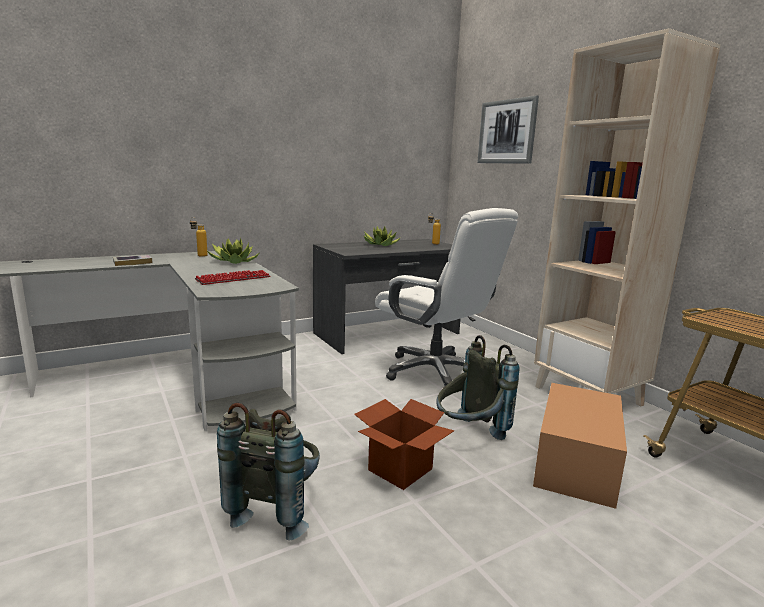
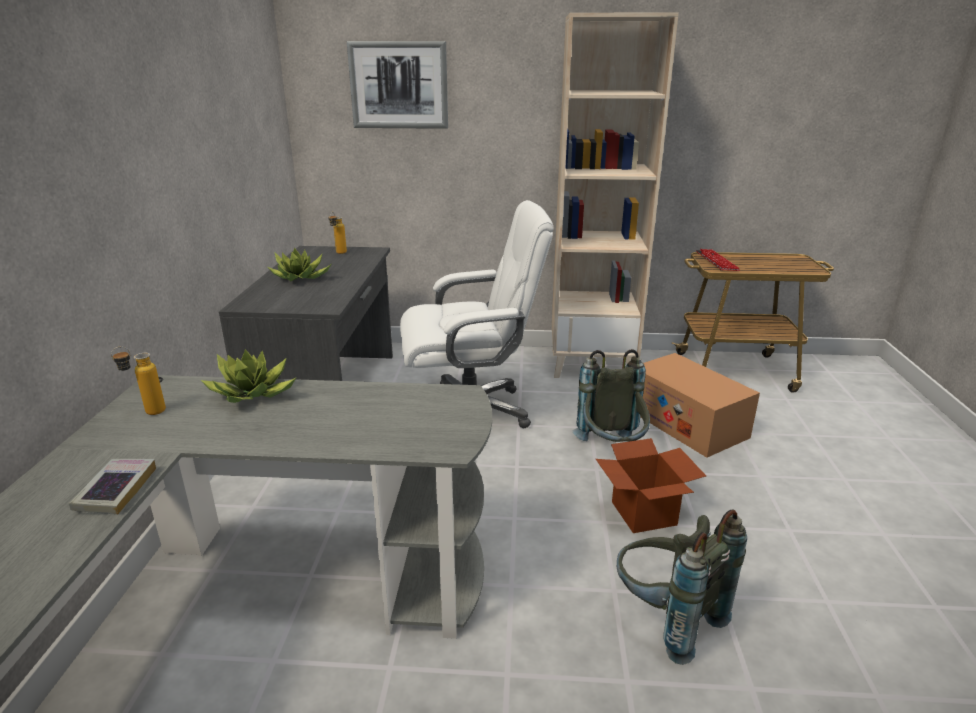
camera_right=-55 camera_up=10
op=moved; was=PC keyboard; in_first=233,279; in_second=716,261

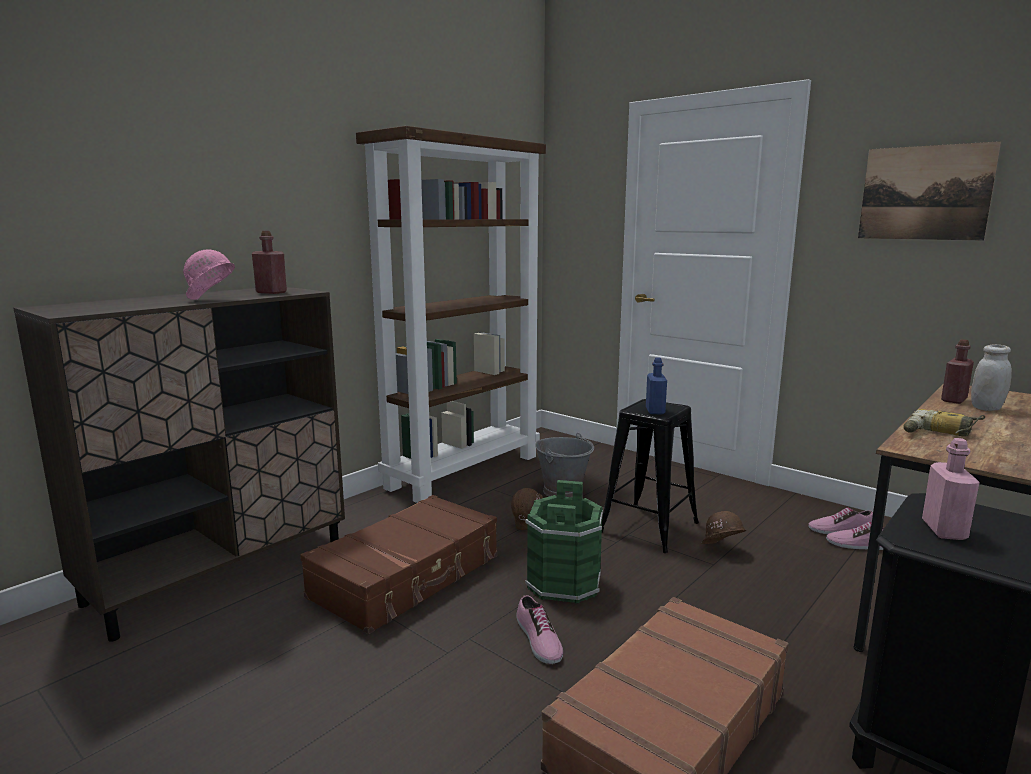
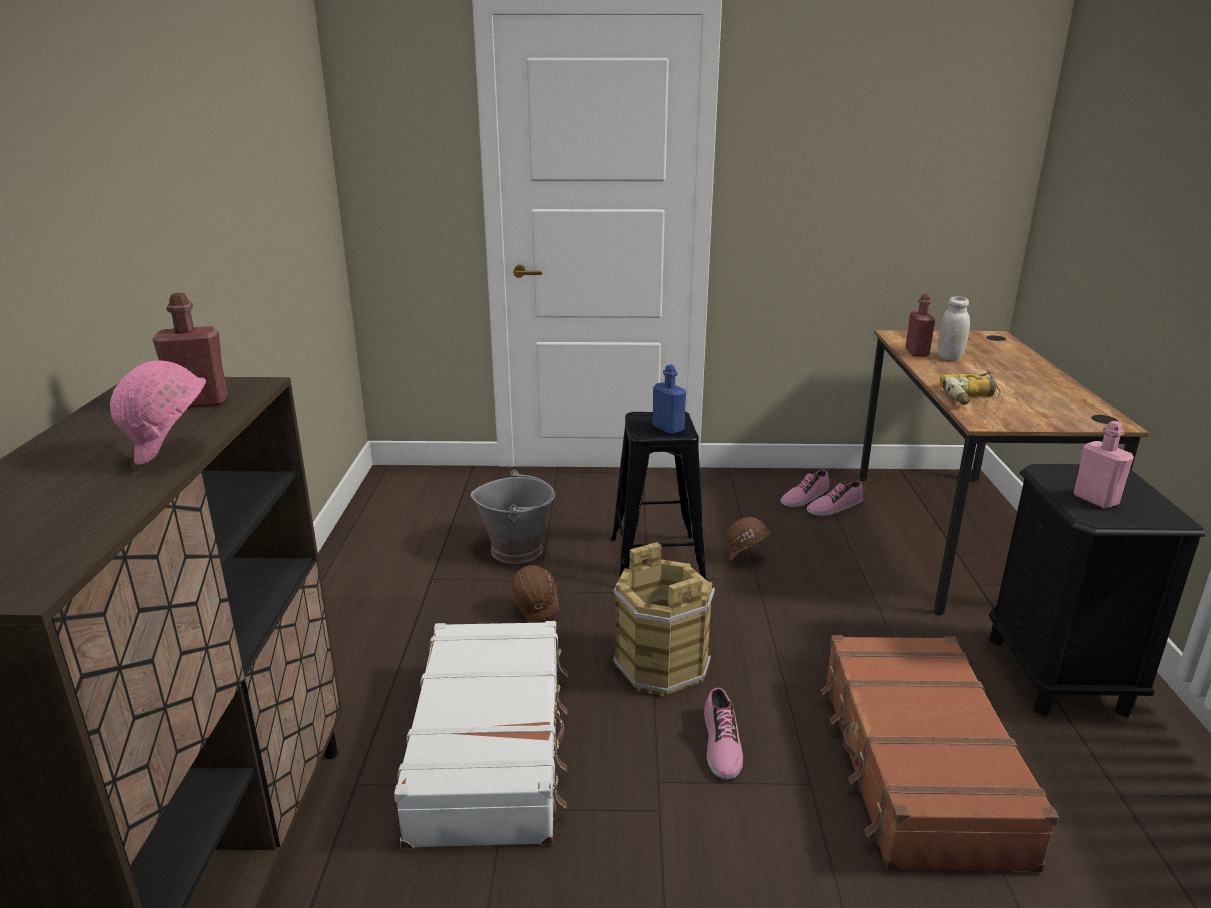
camera_right=-40 camera_up=10
op=removed; was=bookshelf (brownish); in_first=464,471
op=removed; was=wall picture; in_first=924,193
op=recoloured; was=piece of luggage (brownish); now=piece of luggage (whitish); in_first=407,577; in_second=491,747
op=recoloured; was=bucket (greenish); now=bucket (brownish); in_first=564,583; in_second=662,665
op=turned; was=item of footwear; in_first=537,640; in_second=720,743; clockwise=60

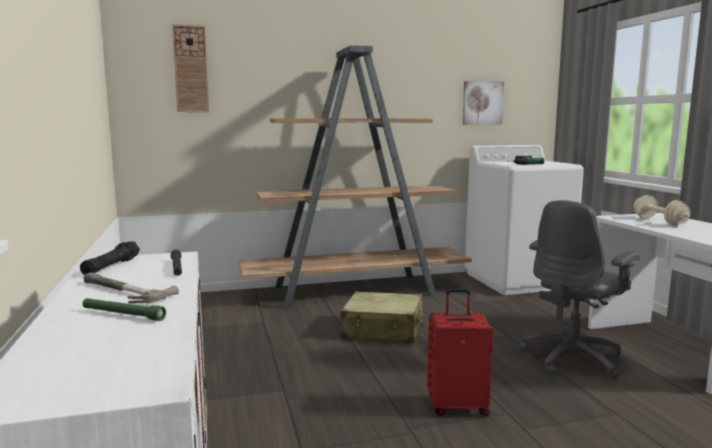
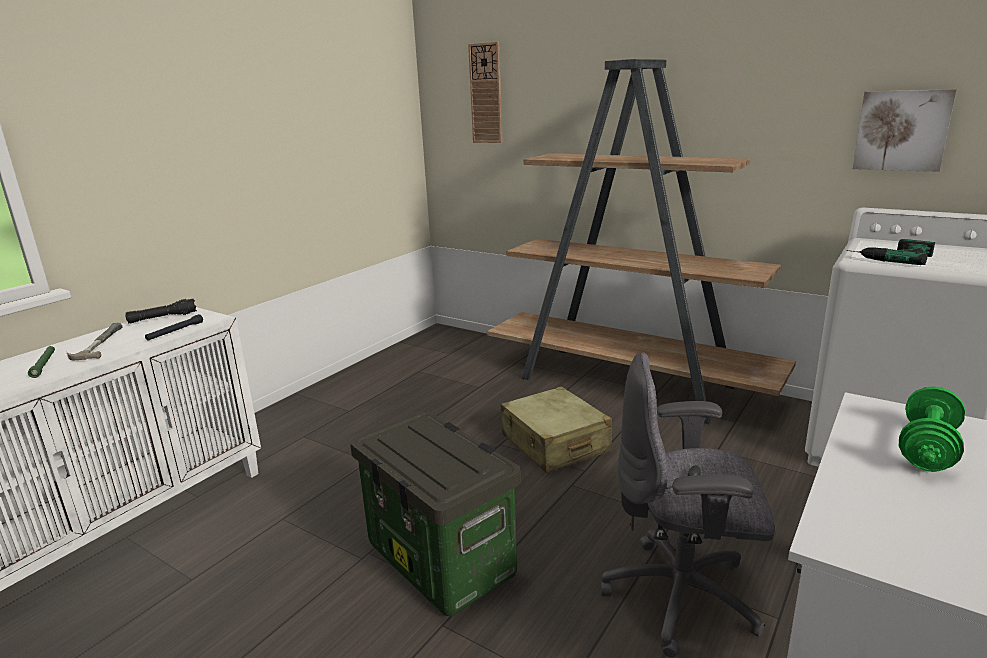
camera_right=50 camera_up=10
op=replaced; was=piece of luggage (red-coloured); now=storage bin; in_first=457,406; in_second=443,561
op=recoloured; was=hand weight (beige-coloured); now=hand weight (greenish); in_first=659,221; in_second=927,449

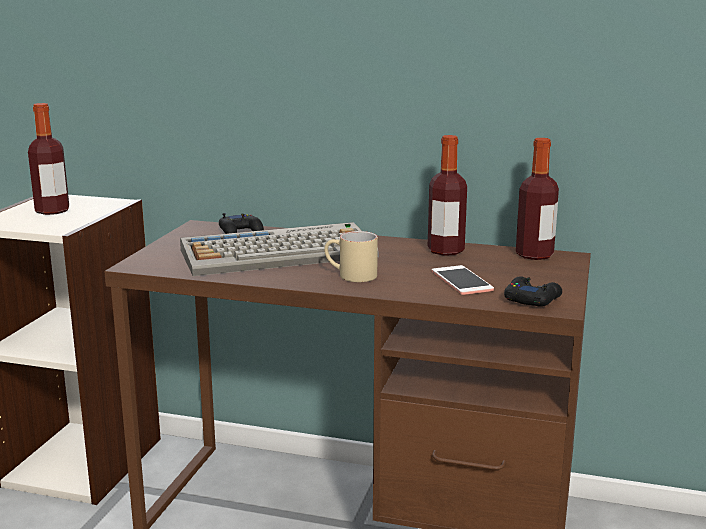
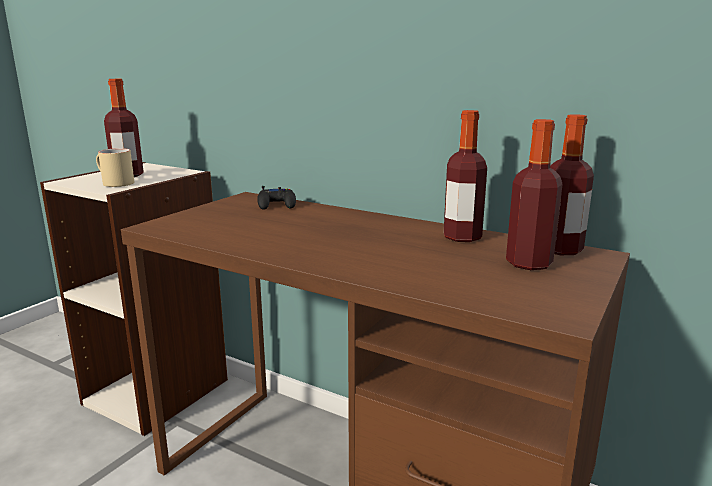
camera_right=15 camera_up=0
op=removed; was=PC keyboard; in_first=280,253
op=removed; was=phone; in_first=461,281
op=removed; was=gamepad (black); in_first=531,299
op=added; now=beverage bottle; in_second=529,263
op=moved; was=mug (beige-coloured); in_first=350,276; in_second=113,183

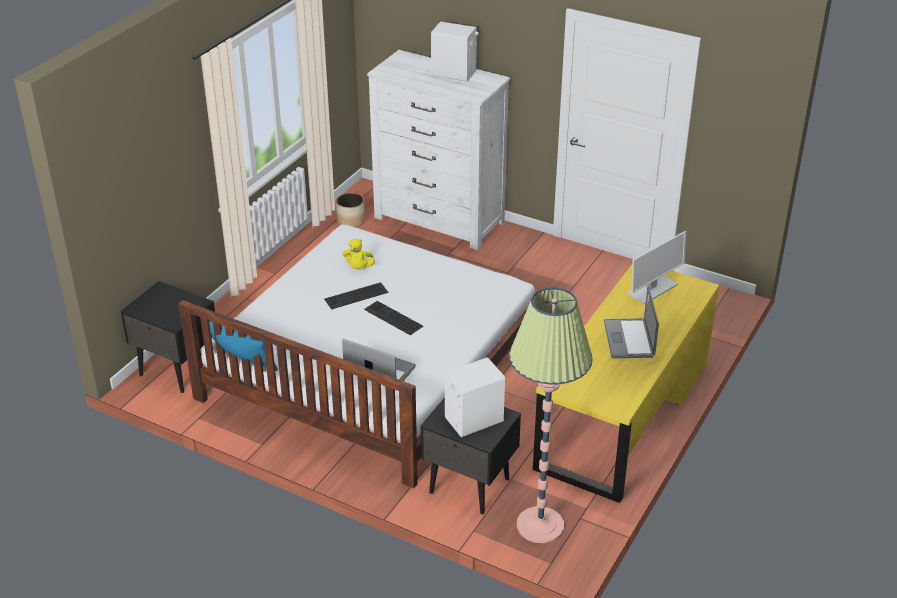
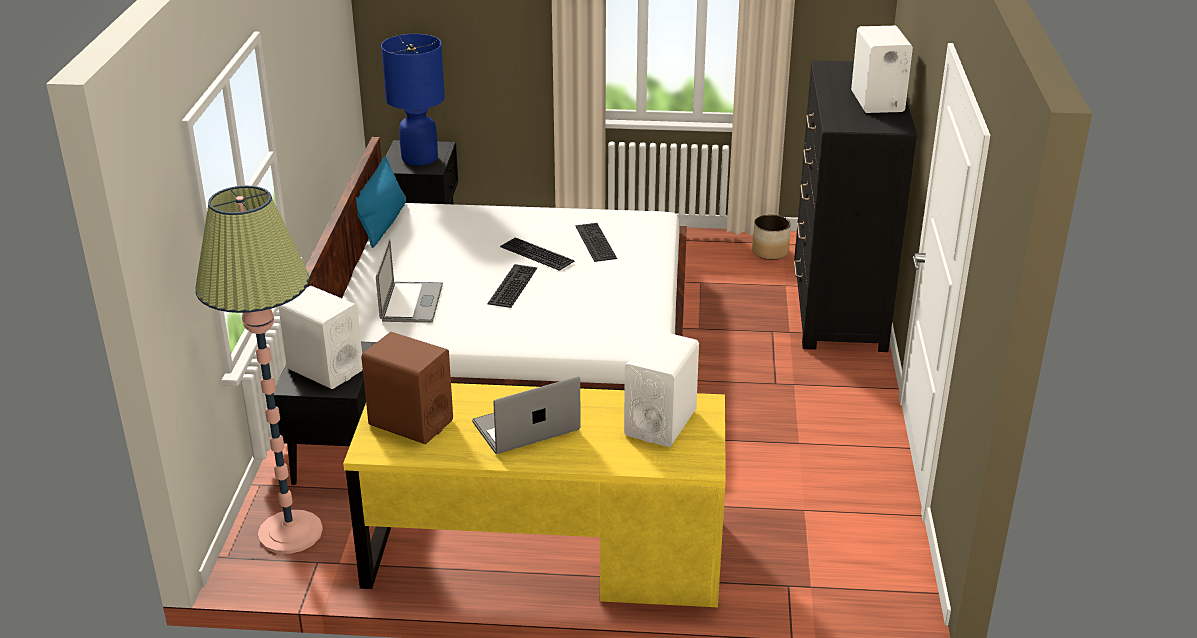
camera_right=65 camera_up=-5
op=added; now=audio speaker (brownish); in_second=410,422
op=added; now=lamp for a table (blue); in_second=420,158
op=replaced; was=plush toy (yellow); now=PC keyboard; in_first=358,267; in_second=594,242
op=replaced; was=computer display; now=audio speaker (whitish); in_first=652,289; in_second=660,422
op=recoloured; was=dresser (whitish); now=dresser (black); in_first=439,220; in_second=838,306

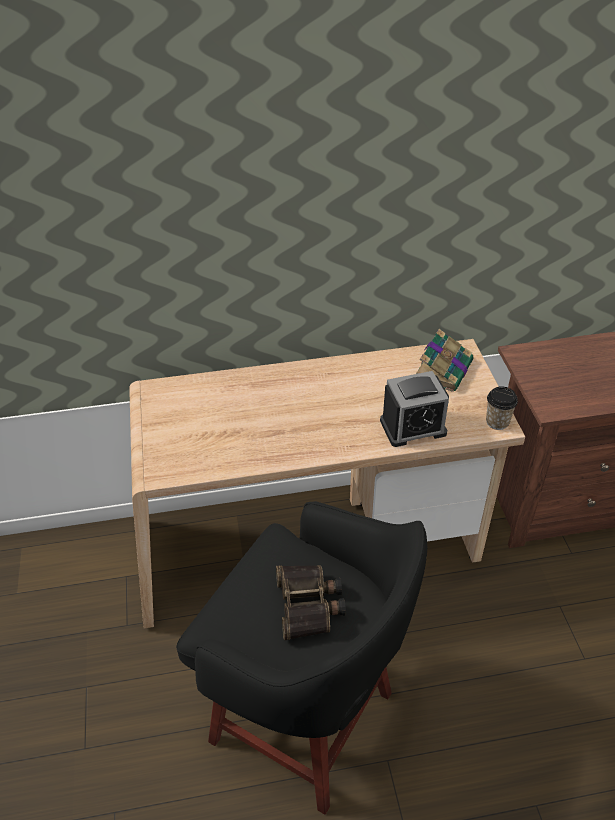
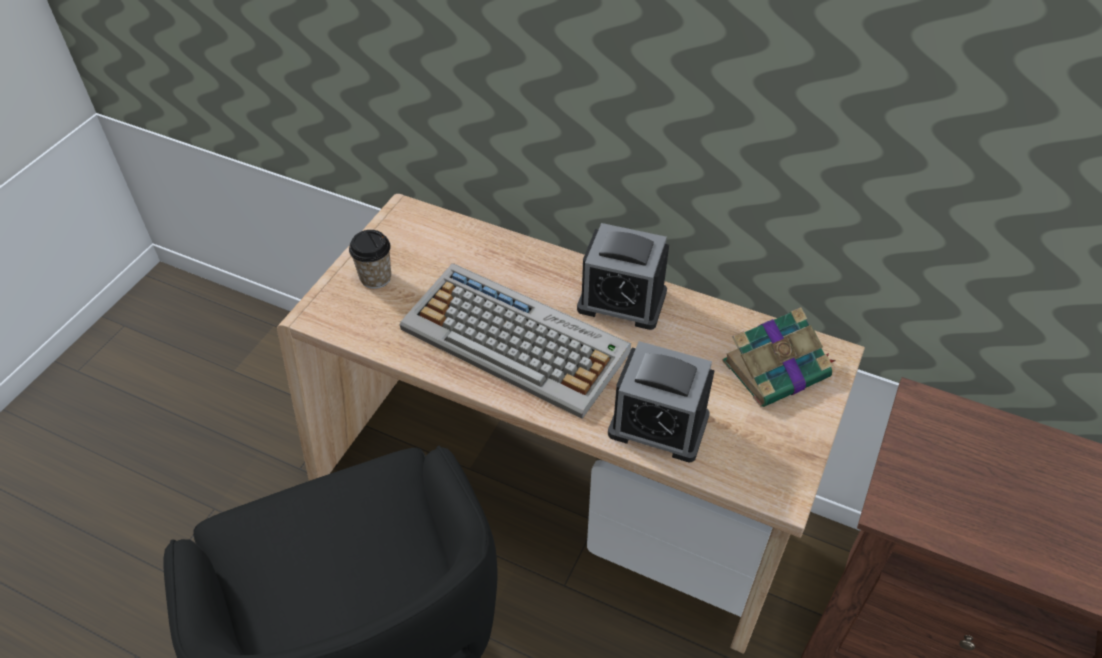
camera_right=35 camera_up=5
op=removed; was=binoculars; in_first=309,605
op=added; now=PC keyboard; in_second=517,340
op=added; now=bedside clock; in_second=622,301
op=moved; was=cup; in_first=497,422; in_second=375,278

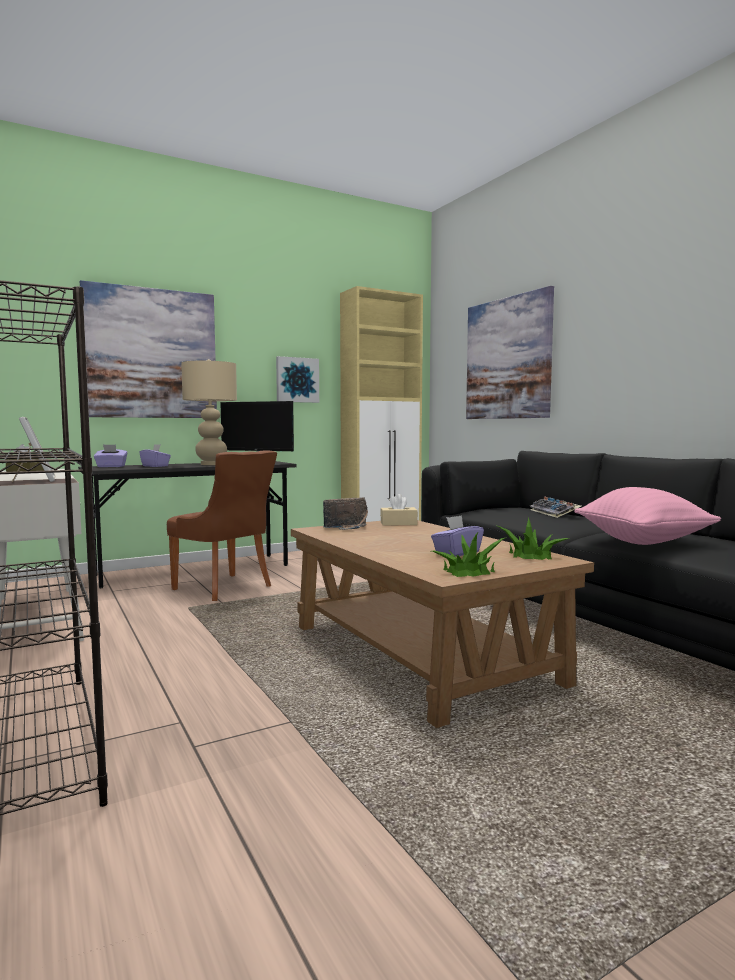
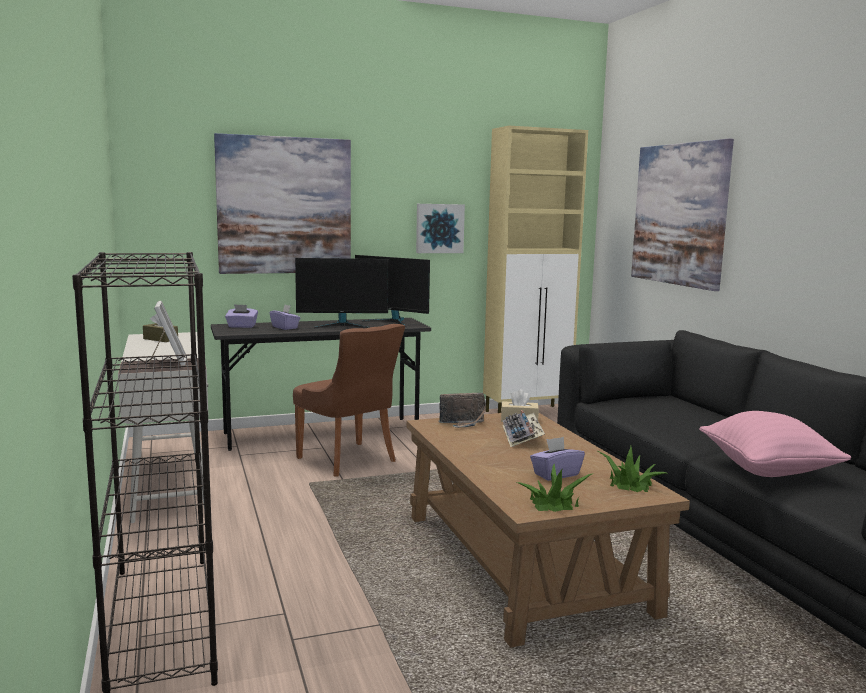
camera_right=10 camera_up=5
op=moved; was=PC keyboard; in_first=555,513; in_second=522,436
op=replaced; was=lamp for a table (beige-coloured); now=computer display; in_first=212,464; in_second=342,325

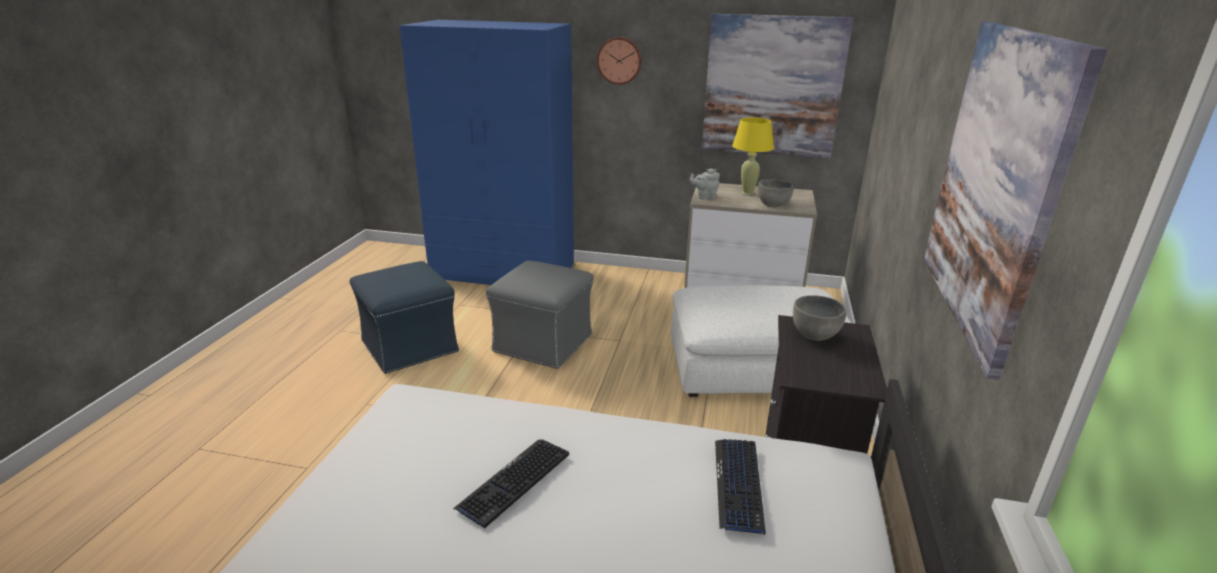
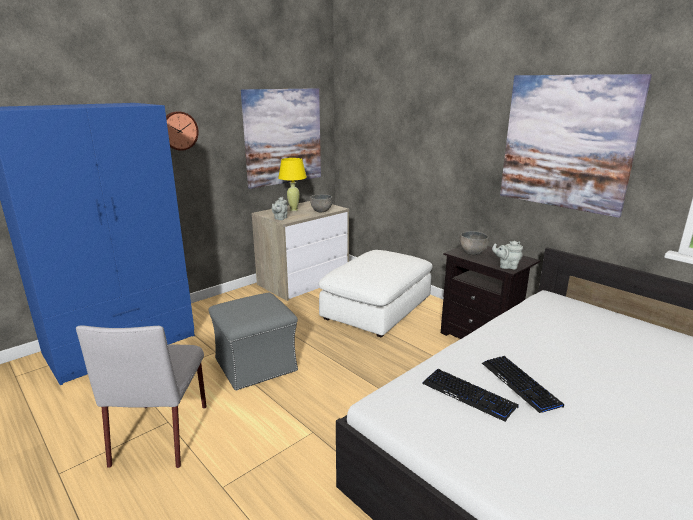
camera_right=-55 camera_up=-5
op=added; now=teapot (grey); in_second=506,266
op=moved; was=PC keyboard; in_first=739,485; in_second=468,395
op=replaced; was=pouffe (blue); now=plain chair (grey); in_first=409,346; in_second=161,433

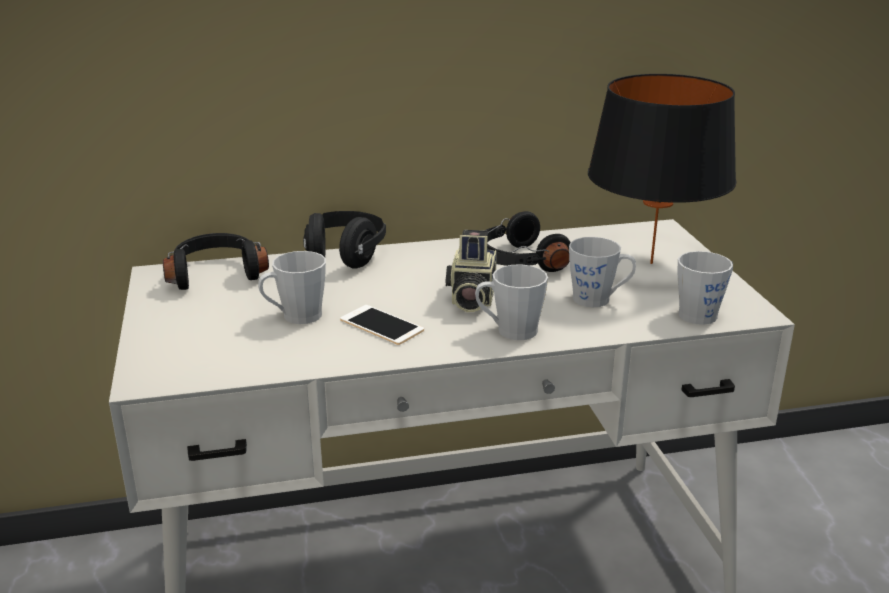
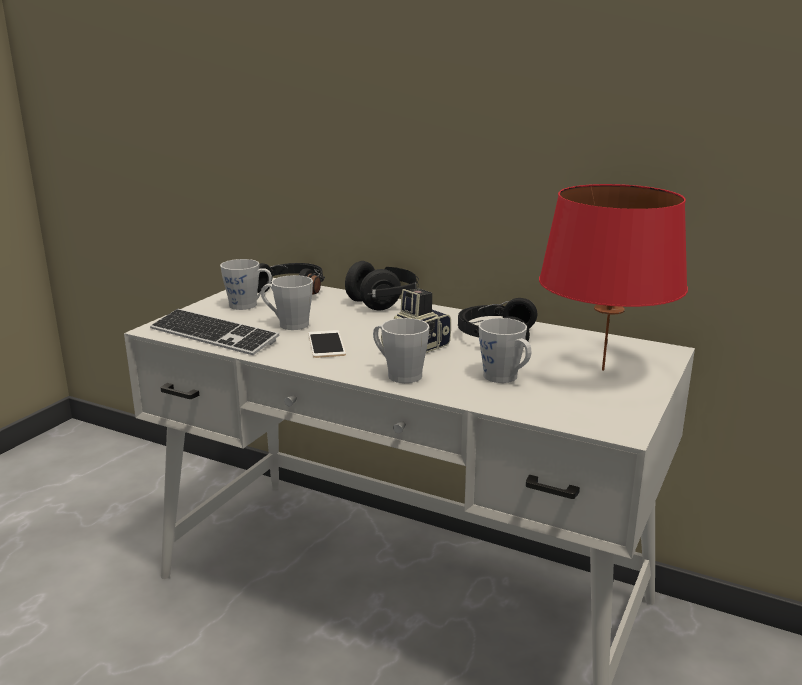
camera_right=40 camera_up=-5
op=added; now=PC keyboard; in_second=213,335
op=moved; was=mug (grey); in_first=703,313; in_second=248,305
op=recoloured; was=lamp for a table (black); now=lamp for a table (red-coloured); in_first=651,263; in_second=603,370

